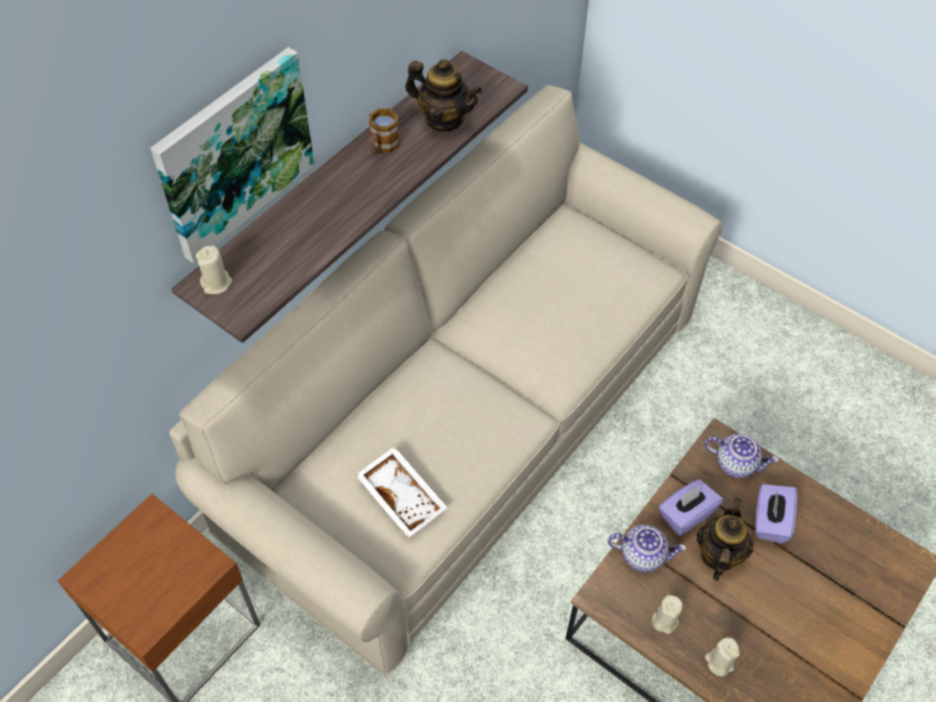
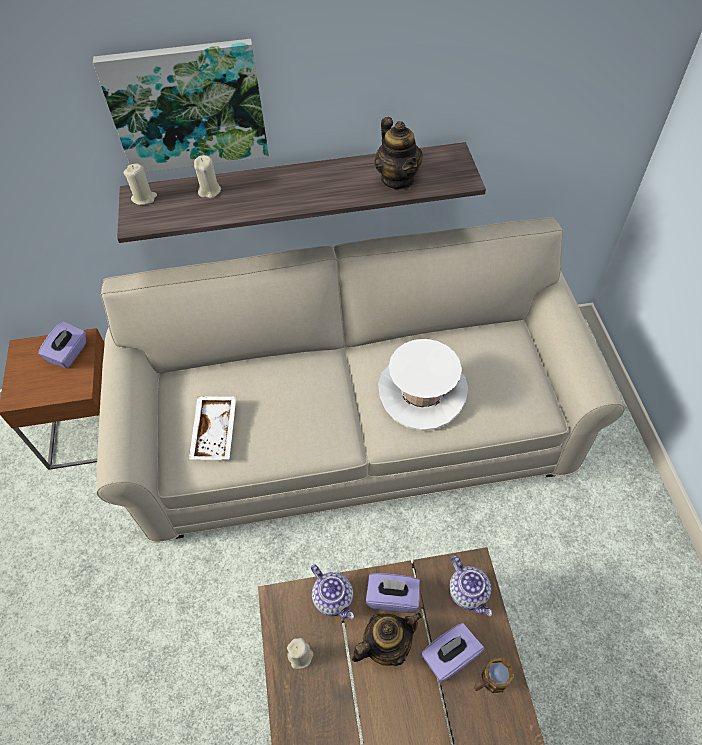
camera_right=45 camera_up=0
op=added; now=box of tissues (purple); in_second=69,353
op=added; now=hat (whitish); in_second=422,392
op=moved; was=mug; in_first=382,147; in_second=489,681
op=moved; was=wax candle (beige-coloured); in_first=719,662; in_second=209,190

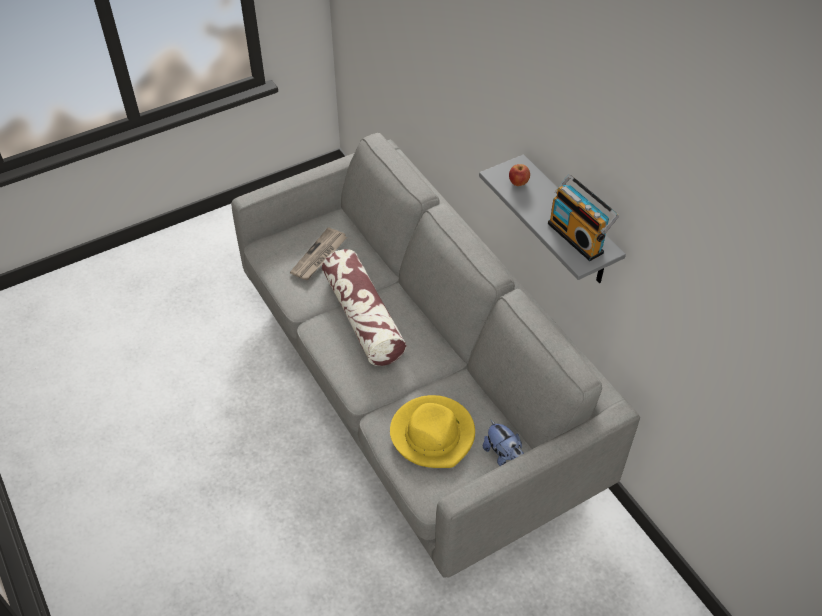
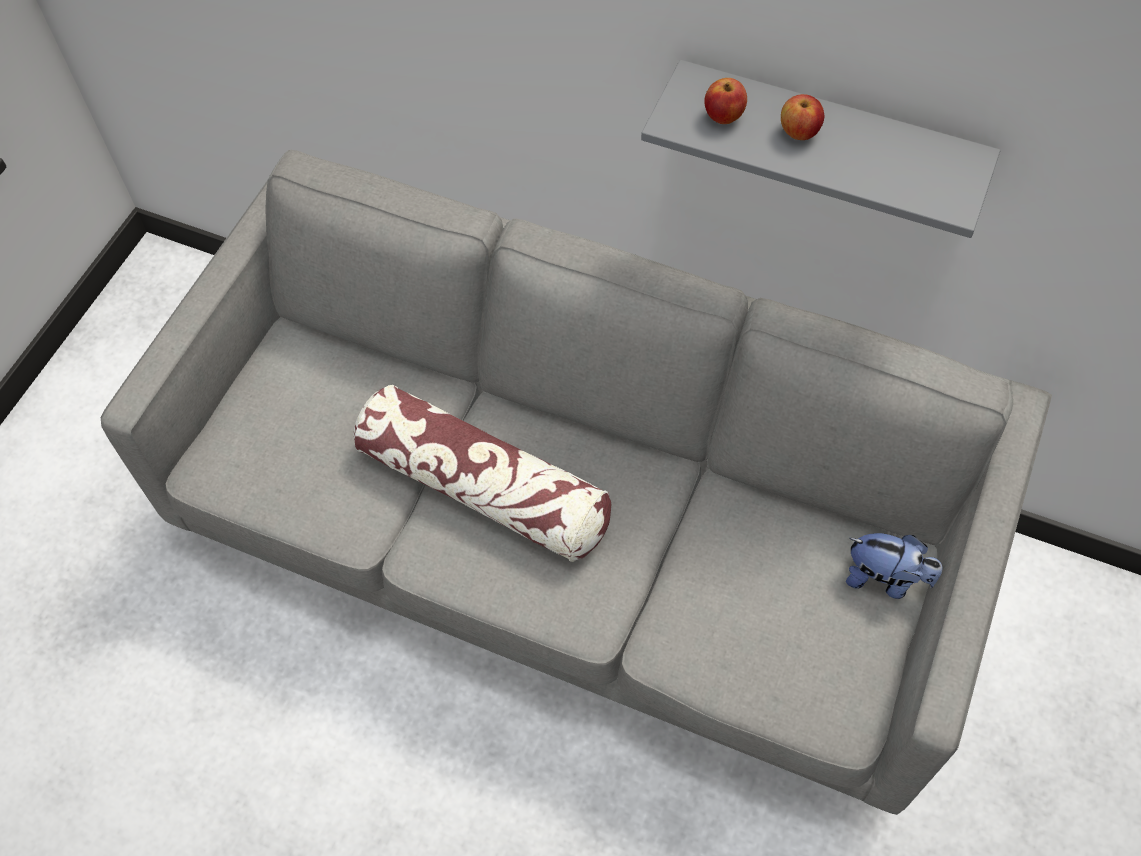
camera_right=-35 camera_up=10
op=removed; was=daily paper; in_first=319,256
op=removed; was=hat (yellow); in_first=433,434
op=removed; was=radio set; in_first=577,237
op=added; now=apple fruit; in_second=799,132

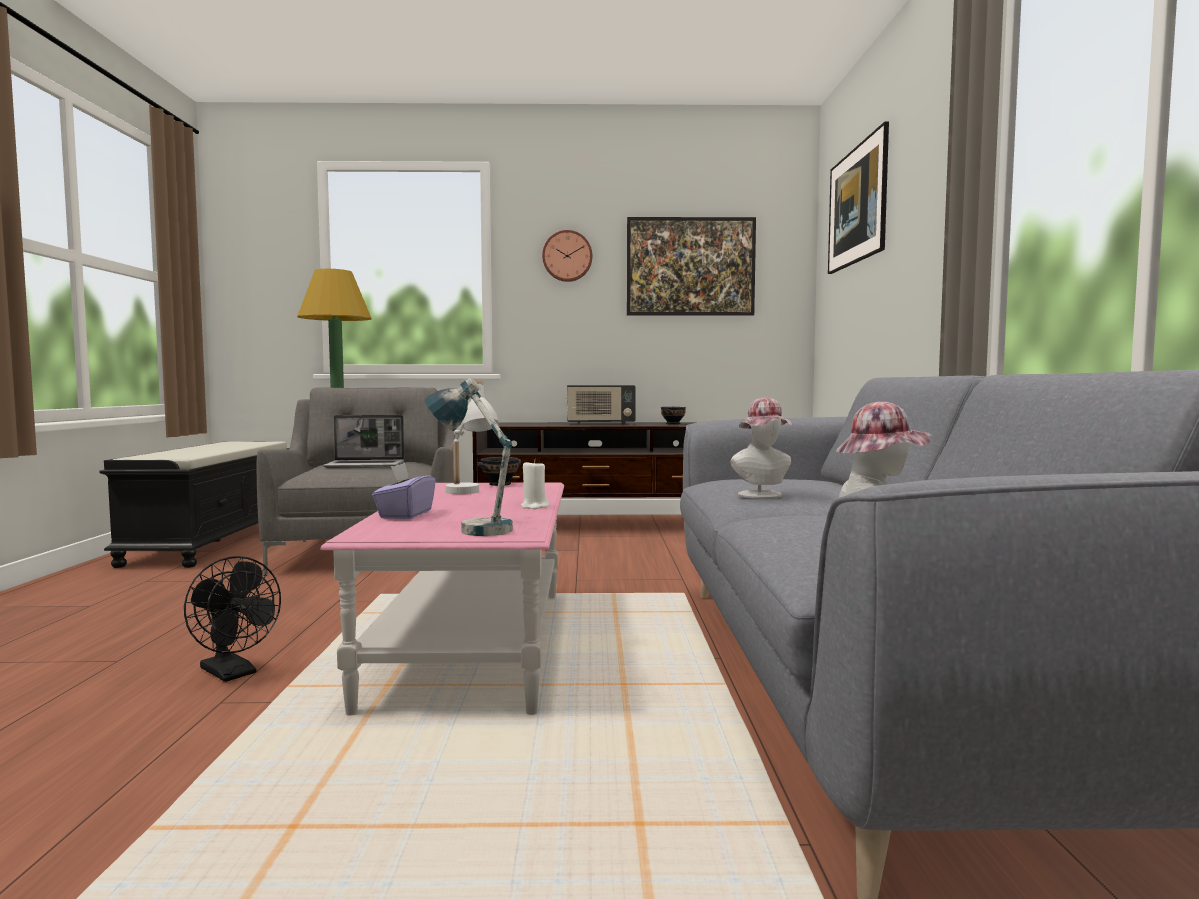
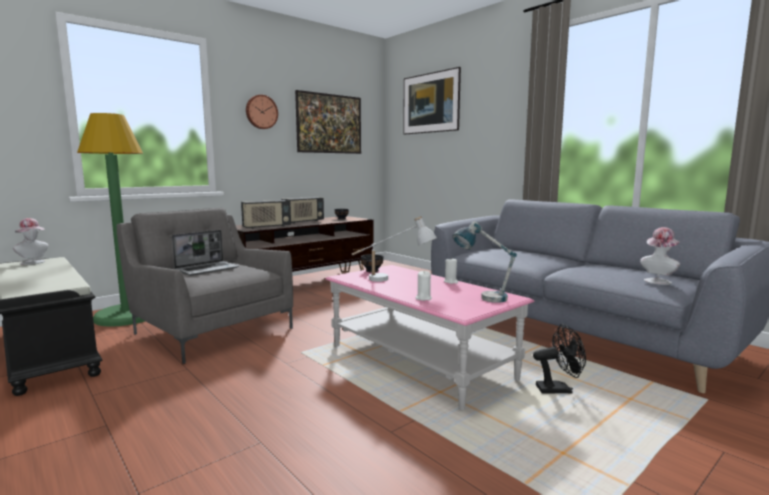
camera_right=-40 camera_up=5
op=added; now=radio set; in_second=267,227
op=moved; was=electric fan (black); in_first=233,673; in_second=559,389
op=moved; was=hat; in_first=763,495; in_second=34,262
op=replaced; was=box of tissues (purple); now=wax candle (whitish); in_first=405,514; in_second=423,298

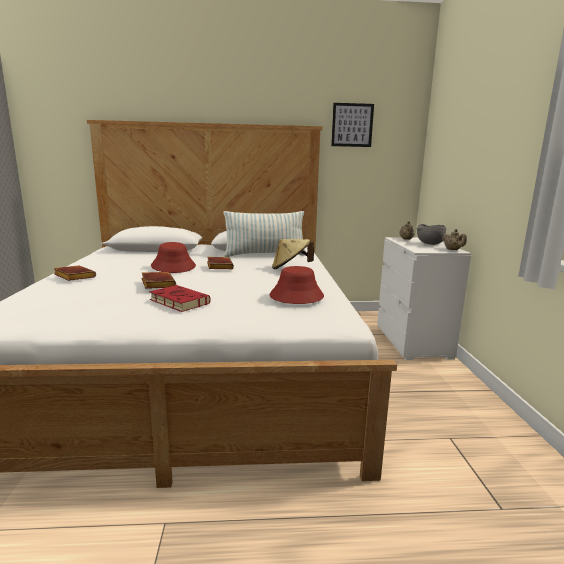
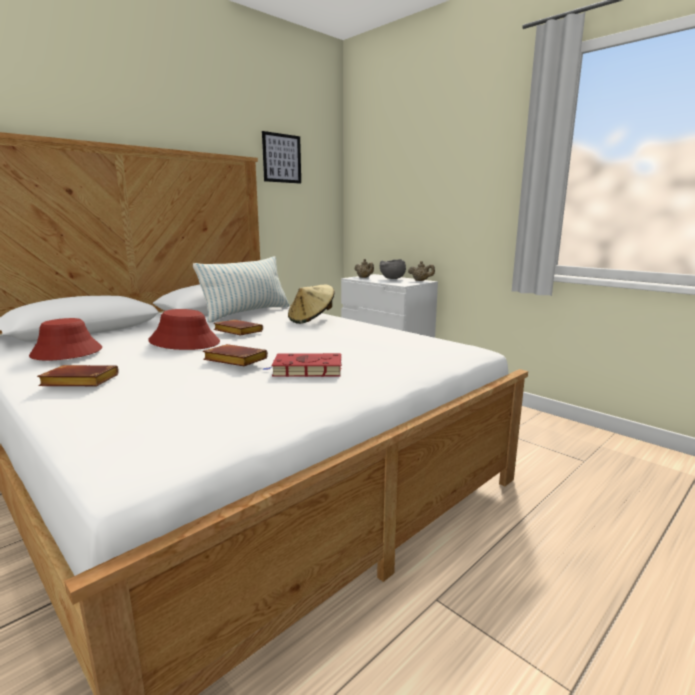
camera_right=-40 camera_up=0
op=moved; was=hat (red-coloured); in_first=296,296; in_second=66,353

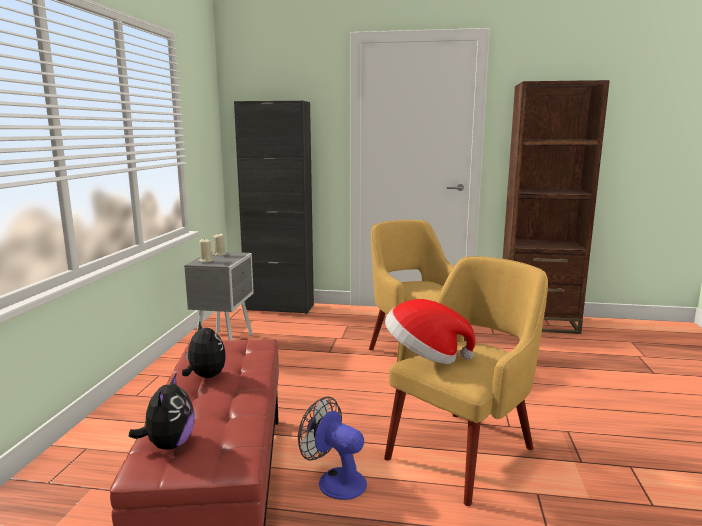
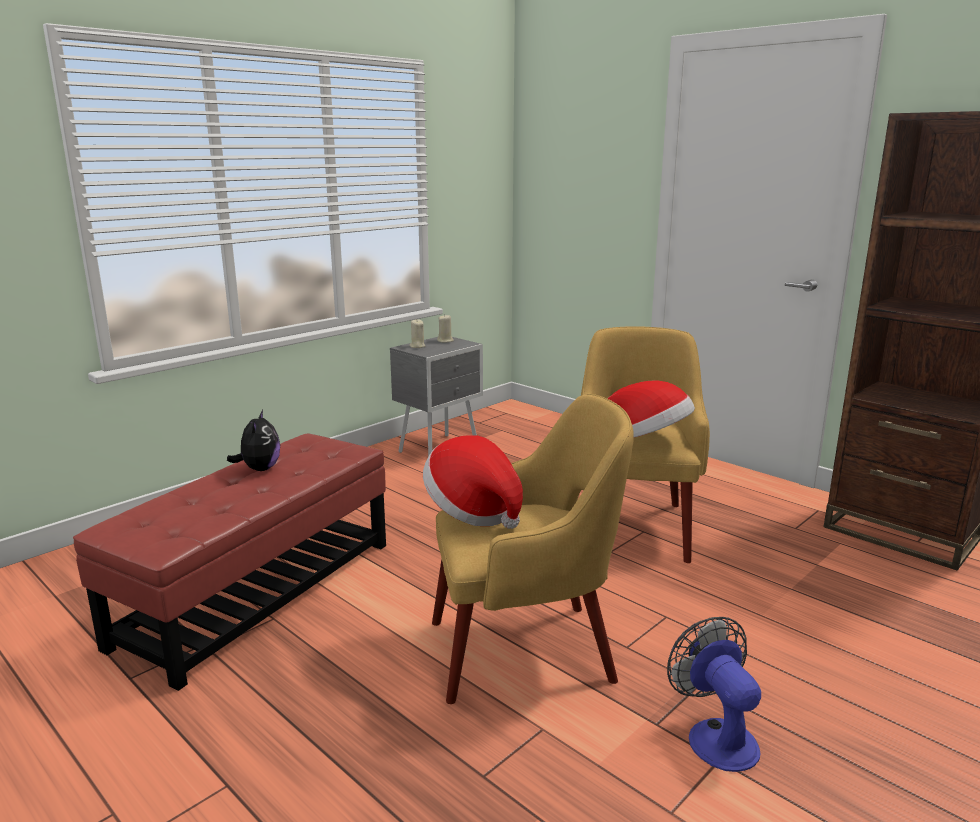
camera_right=35 camera_up=5
op=removed; was=plush toy; in_first=169,444
op=removed; was=cupboard (black); in_first=279,307
op=added; now=hat; in_second=648,439
op=moved; was=electric fan; in_first=335,480; in_second=715,735

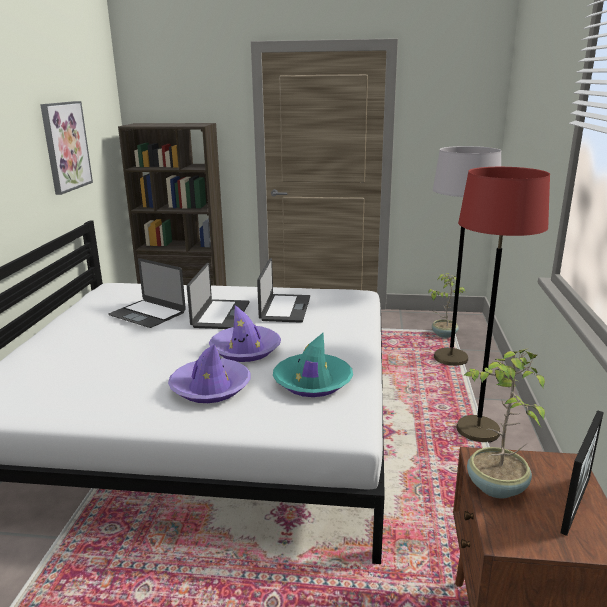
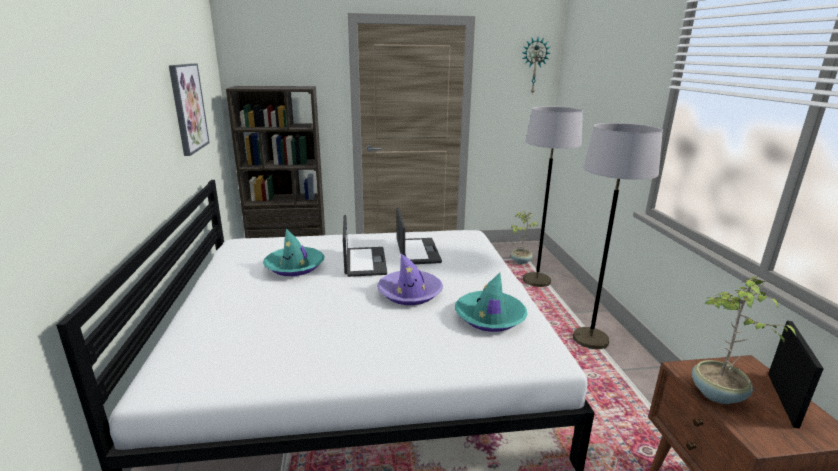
camera_right=-15 camera_up=0
op=removed; was=hat (purple); in_first=210,388
op=added; now=wall clock; in_second=534,65
op=replaced; was=laptop; now=hat (blue-green); in_first=147,313; in_second=295,266
op=recoloured; was=floor lamp (red-coloured); now=floor lamp (grey); in_first=477,430; in_second=590,339

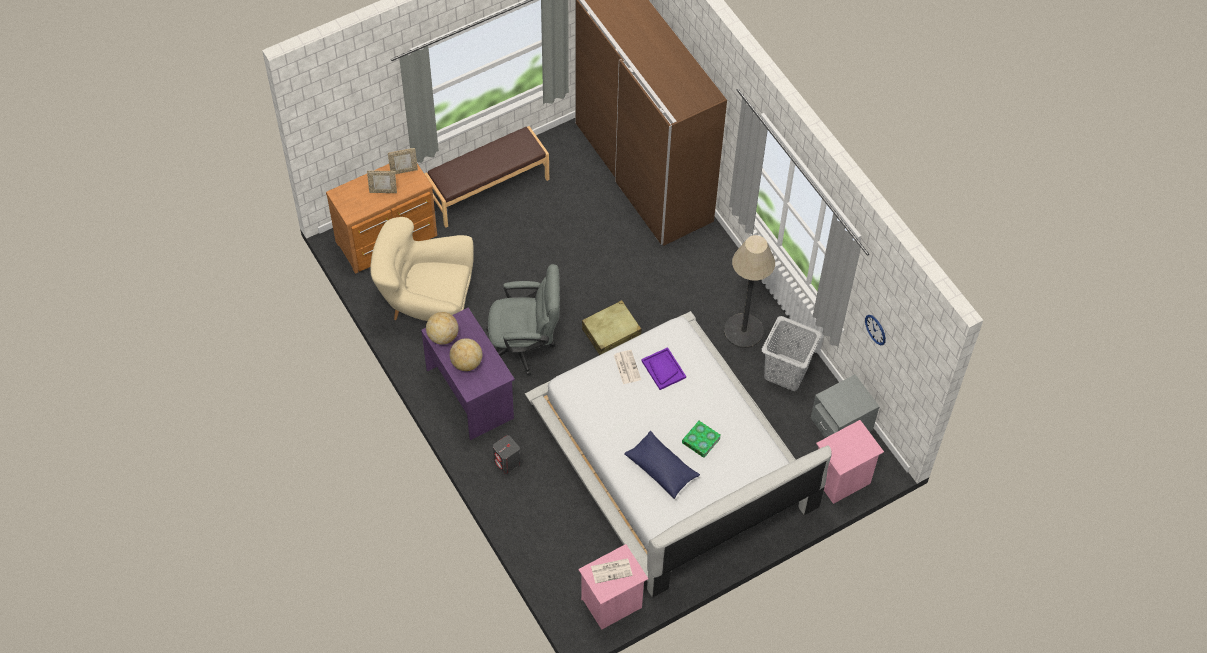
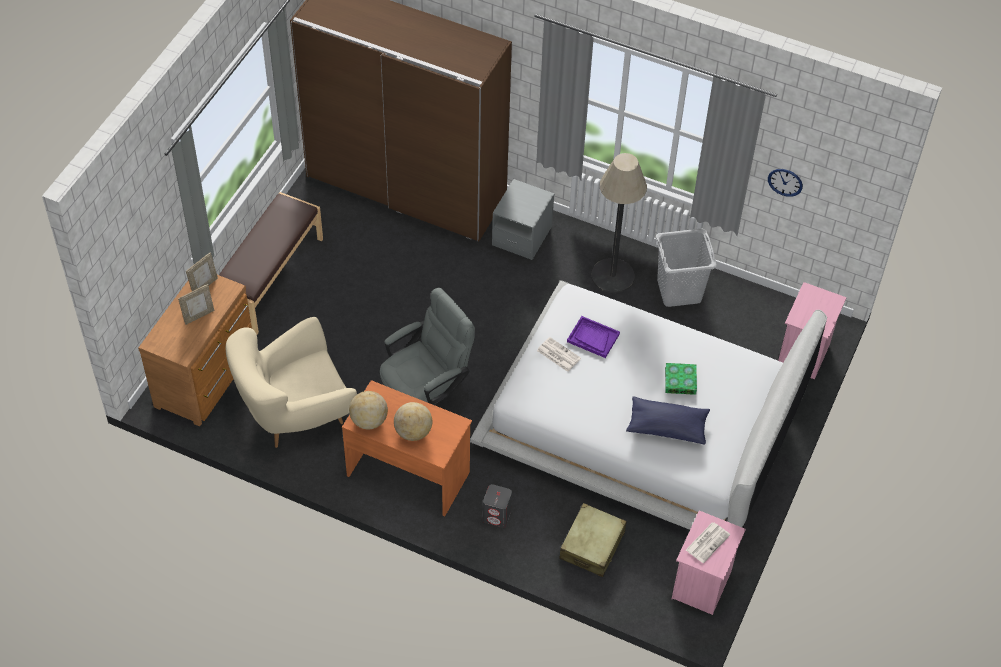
camera_right=-35 camera_up=-5
op=moved; was=piece of luggage (beige-coloured); in_first=611,334; in_second=592,545
op=moved; was=night table (grey); in_first=841,424; in_second=522,236
op=recoloured; was=desk table (purple); now=desk table (orangey); in_first=470,393; in_second=408,472

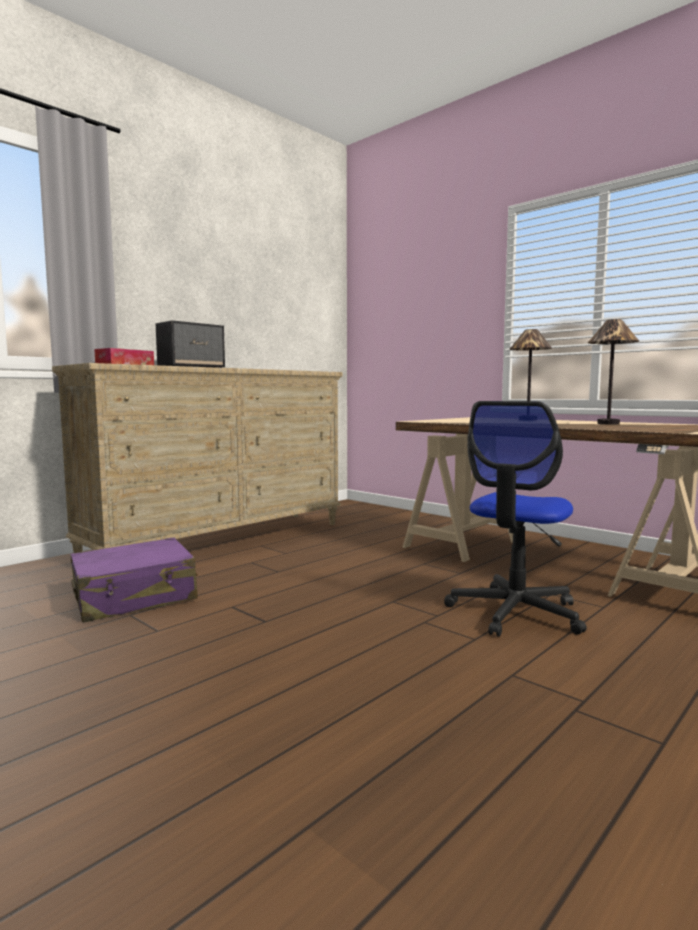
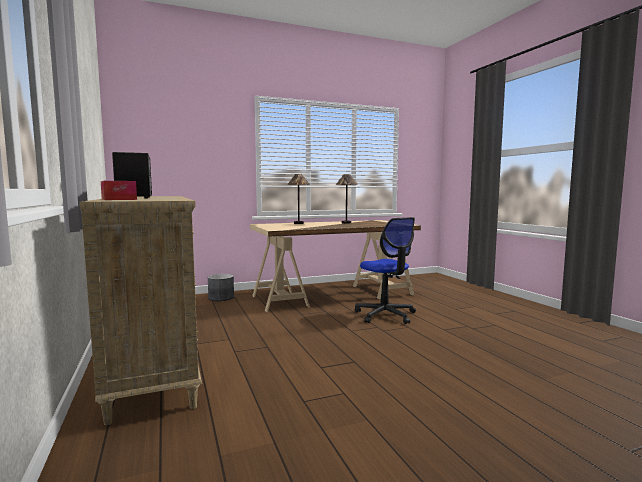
camera_right=-65 camera_up=0
op=removed; was=piece of luggage (purple); in_first=135,597
op=added; now=planter (grey); in_second=221,298

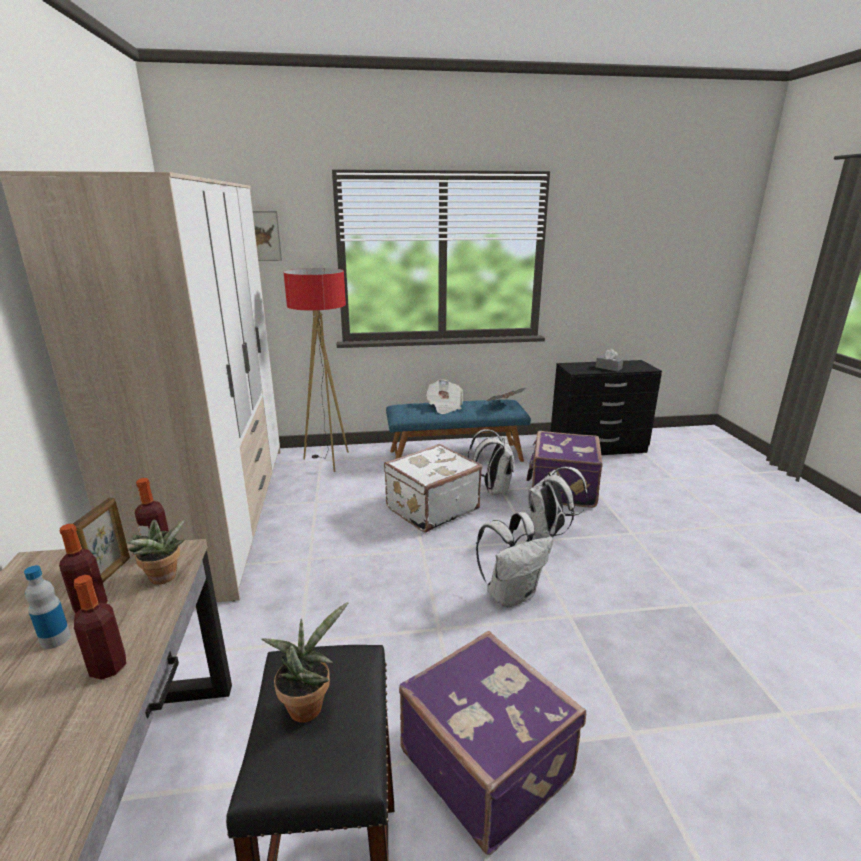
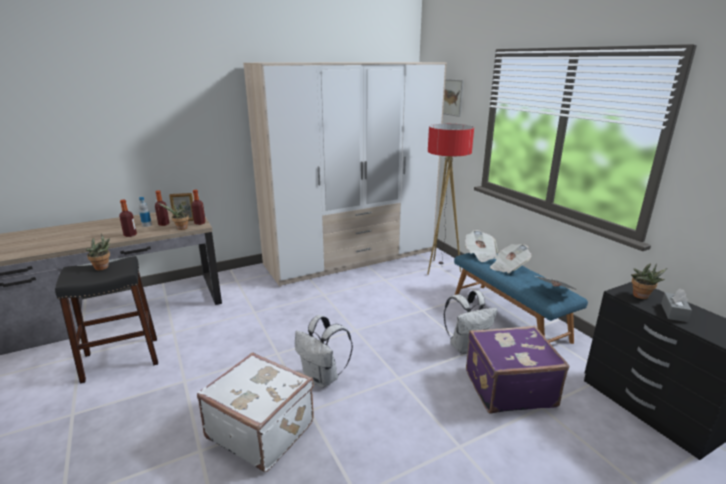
camera_right=70 camera_up=0
op=removed; was=piece of luggage (purple); in_first=487,762
op=removed; was=rucksack (whitish); in_first=549,532
op=added; now=daily paper; in_second=480,254
op=added; now=potted plant; in_second=641,297
op=moved; was=piece of luggage (whitish); in_first=431,508; in_second=261,429

